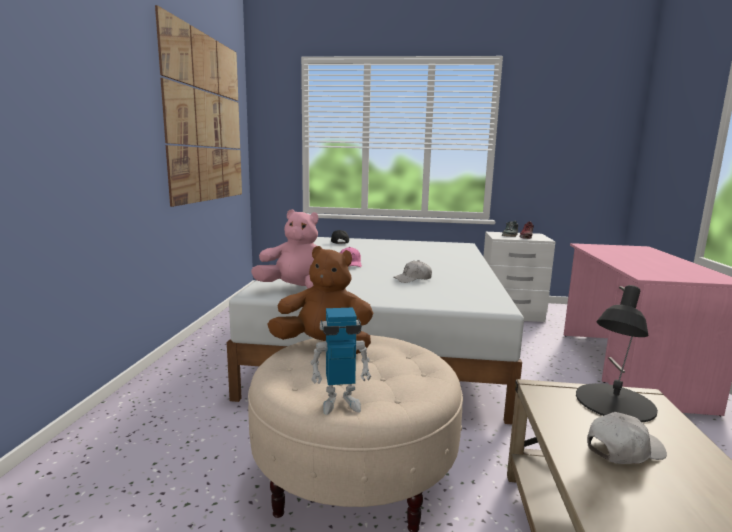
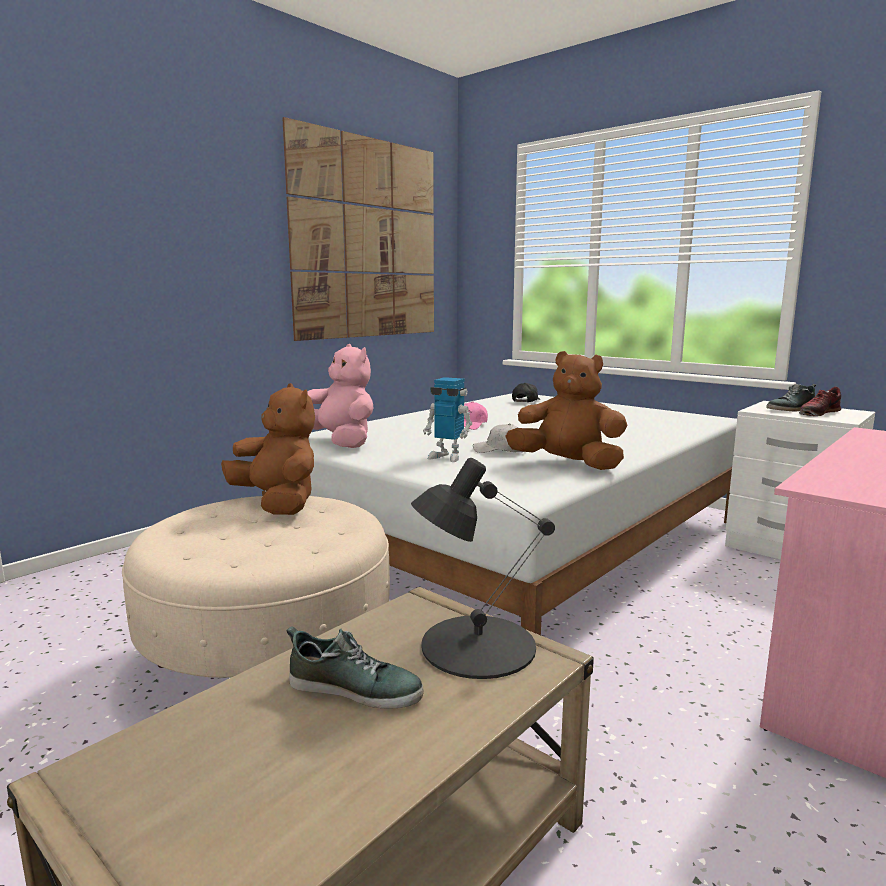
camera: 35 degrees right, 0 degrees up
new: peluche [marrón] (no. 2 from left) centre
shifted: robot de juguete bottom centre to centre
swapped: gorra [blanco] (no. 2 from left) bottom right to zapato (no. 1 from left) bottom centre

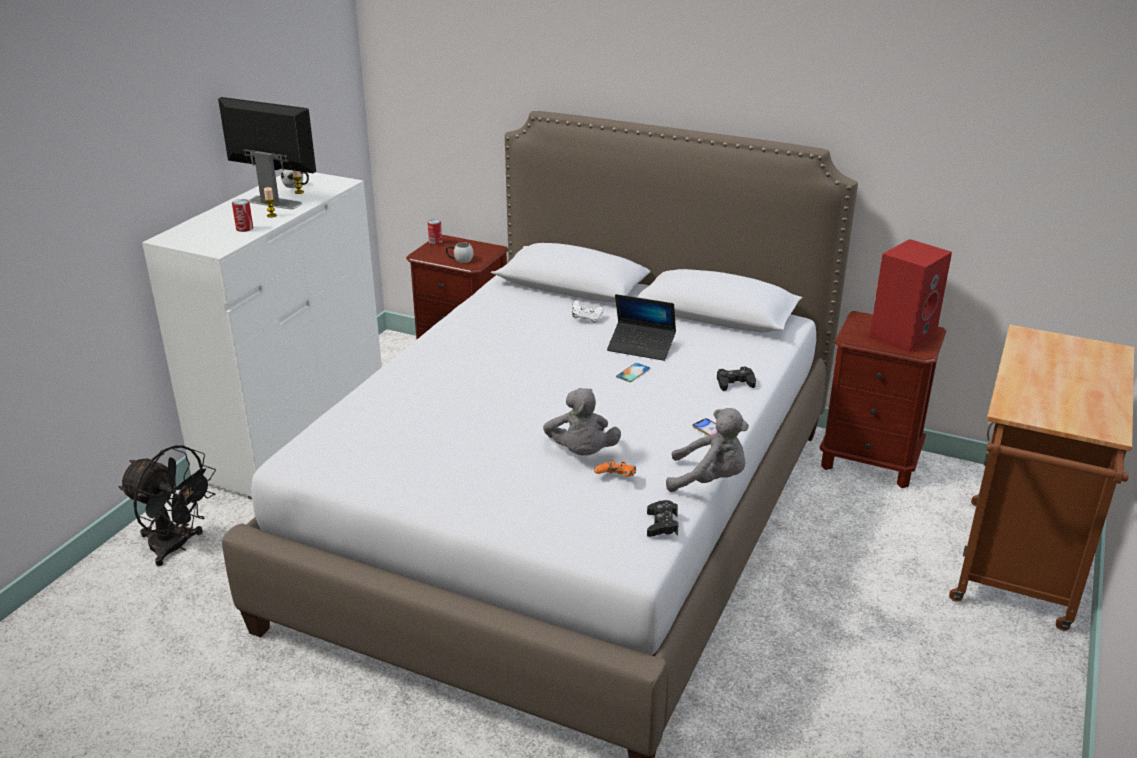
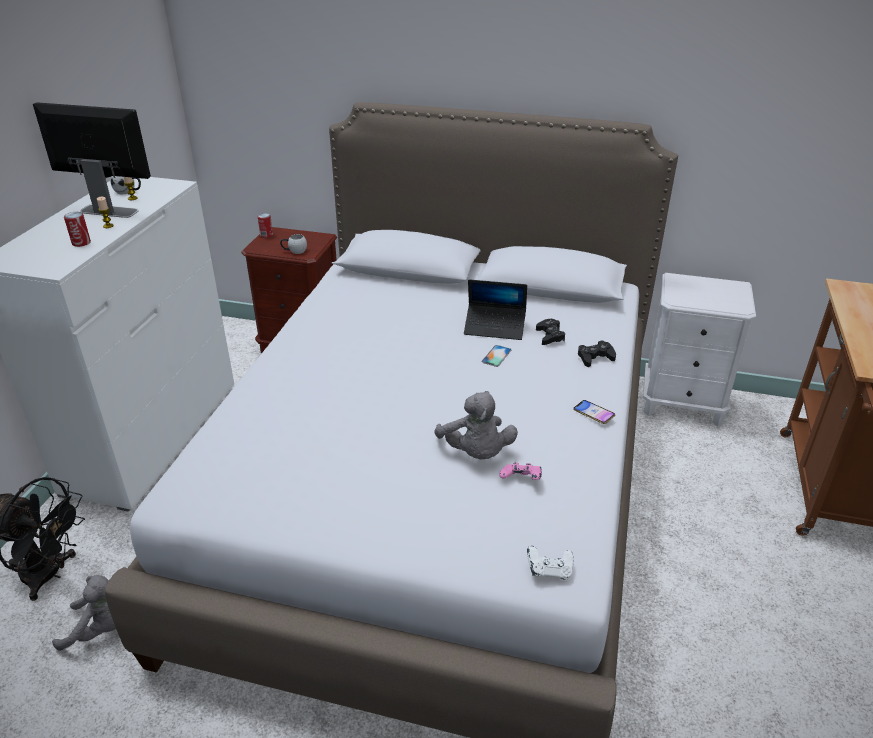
camera: 10 degrees left, 5 degrees up
gone: altavoz [rojo] middle right
shifted: peluche [gris] (no. 2 from left in the first image) centre to peluche [gris] (no. 1 from left) bottom left; mando de consola [blanco] centre to bottom centre; mando de consola [negro] (no. 1 from left) bottom centre to centre
repainted: mando de consola [naranja] centre to mando de consola [rosa] centre; mesita de noche [marrón] (no. 2 from left) middle right to mesita de noche [blanco] middle right

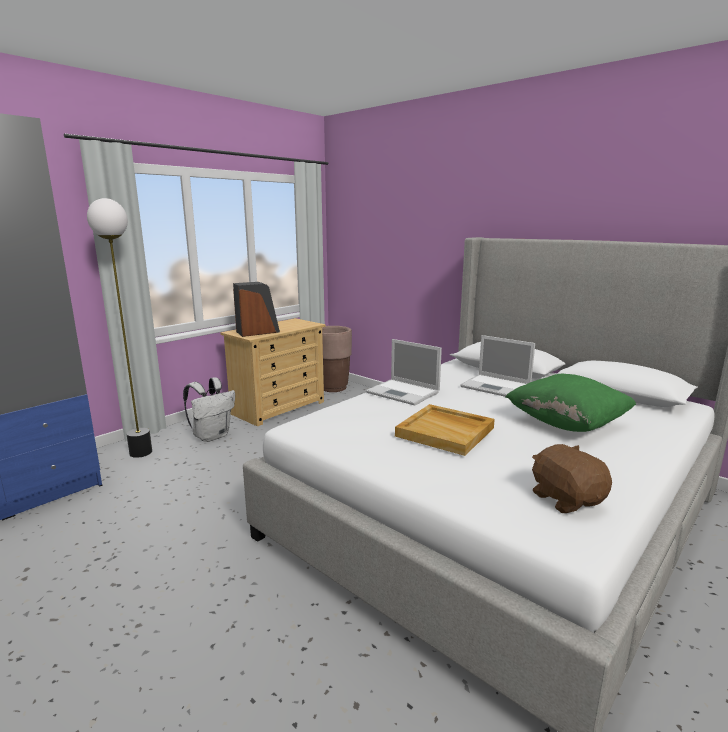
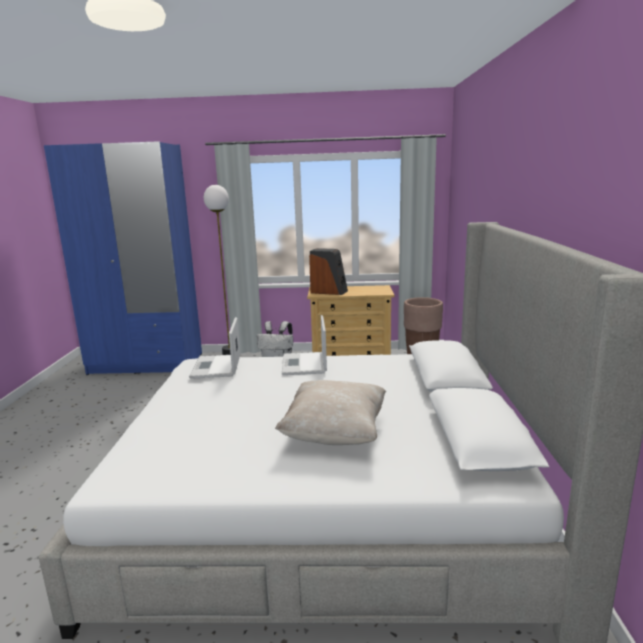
camera: 50 degrees right, 0 degrees up
gone: bandeja [beis] centre; peluche [marrón] middle right
shifted: portátil (no. 2 from left in the first image) middle right to portátil (no. 1 from left) middle left
repainted: cojín [verde] middle right to cojín [beis] centre

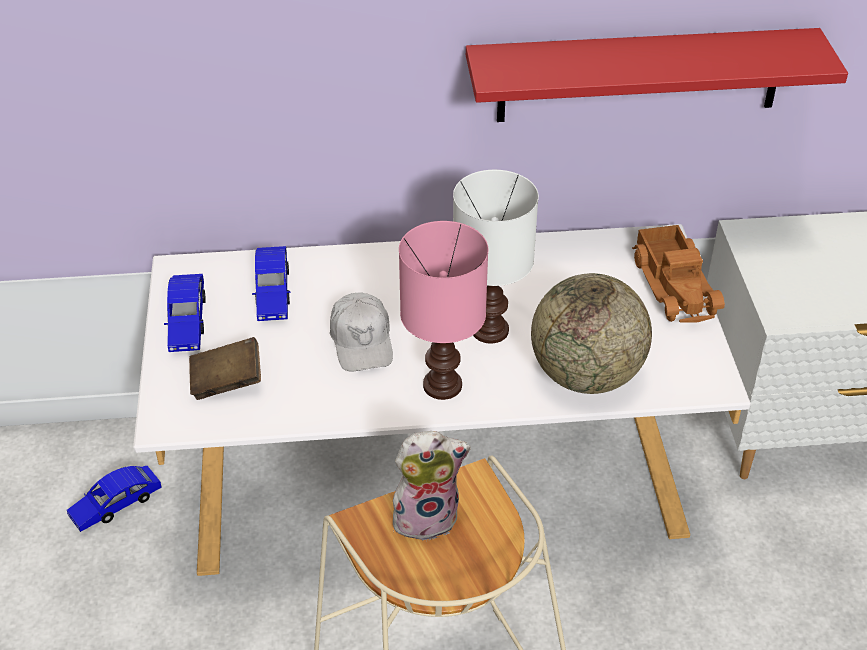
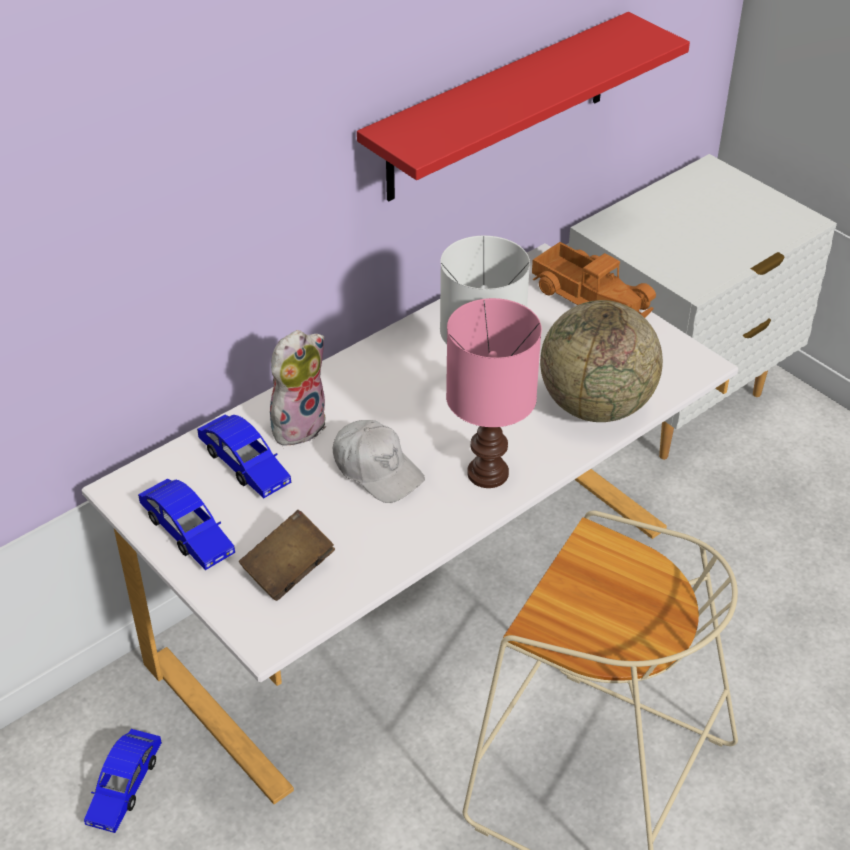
camera: 35 degrees left, 0 degrees up
shifted: peluche bottom centre to centre

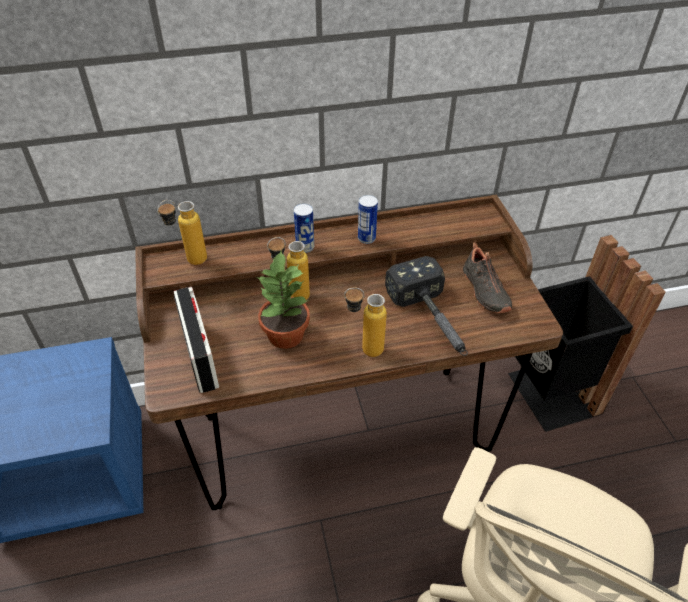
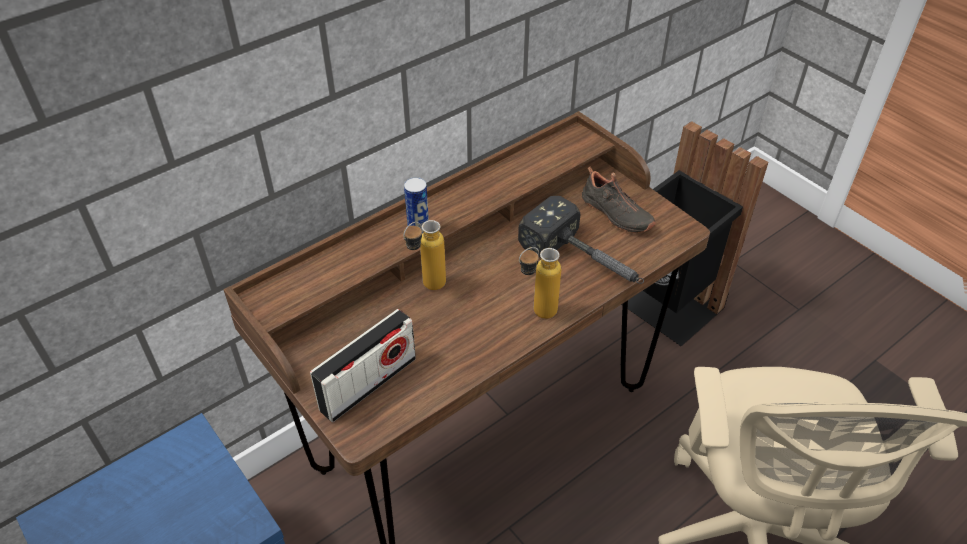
camera: 25 degrees left, 0 degrees up
gone: botella (no. 1 from left) middle left; planta en maceta centre; lata (no. 2 from left) centre
rotated: radio middle left = bottom centre 90 degrees clockwise

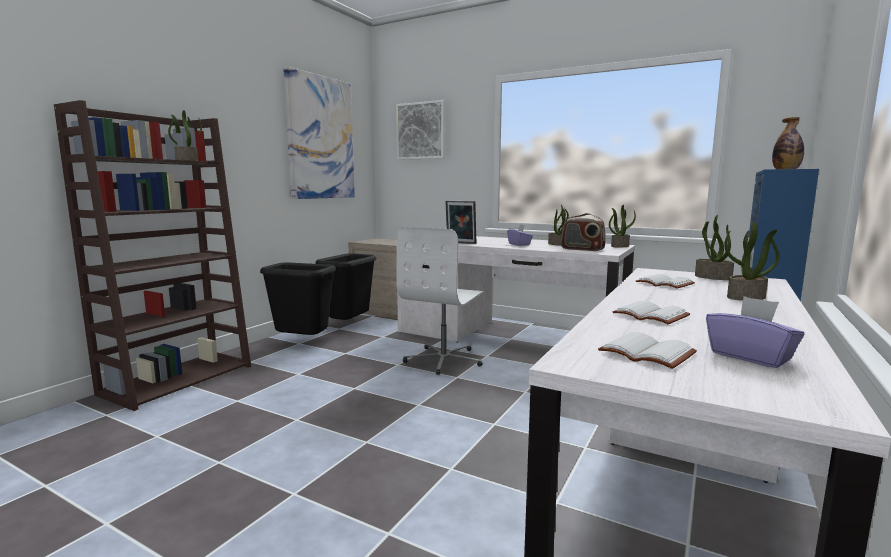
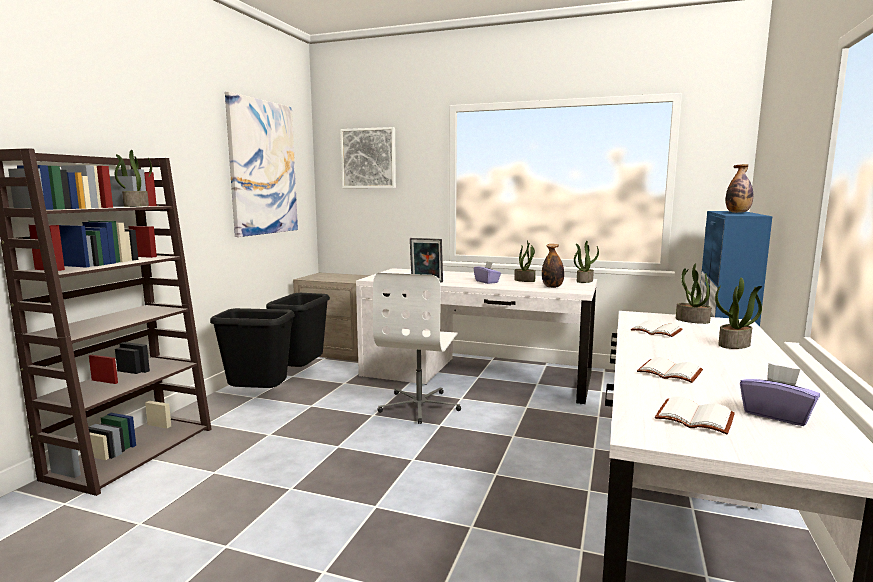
camera: 10 degrees left, 0 degrees up
swapped: radio centre to botella (no. 1 from left) centre

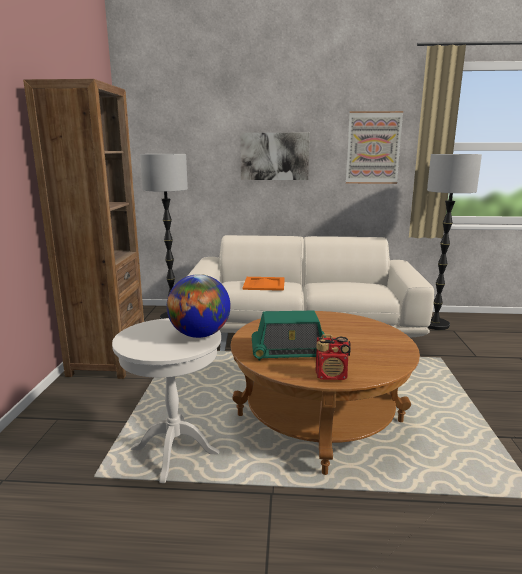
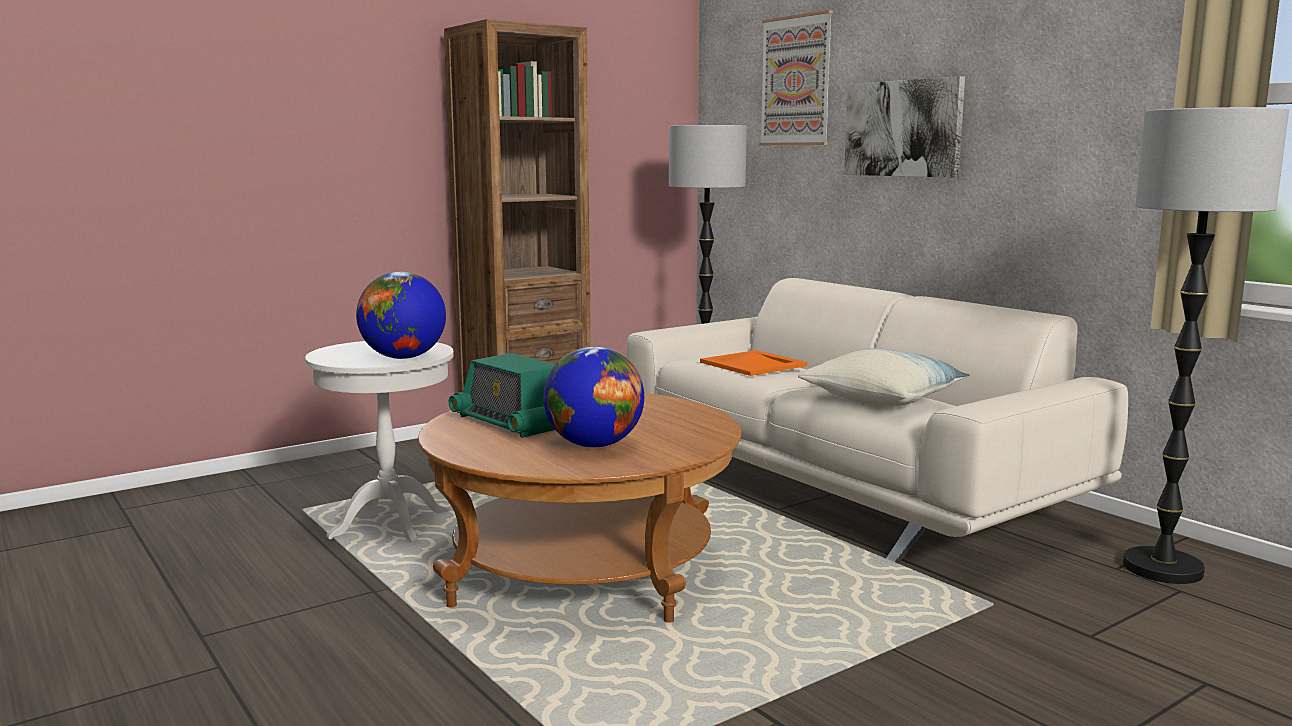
camera: 50 degrees right, 5 degrees down
gone: radio (no. 2 from left) centre
new: globo terráqueo (no. 2 from left) centre; cojín middle right
shifted: cuadro (no. 2 from left in the first image) top right to cuadro (no. 1 from left) top centre

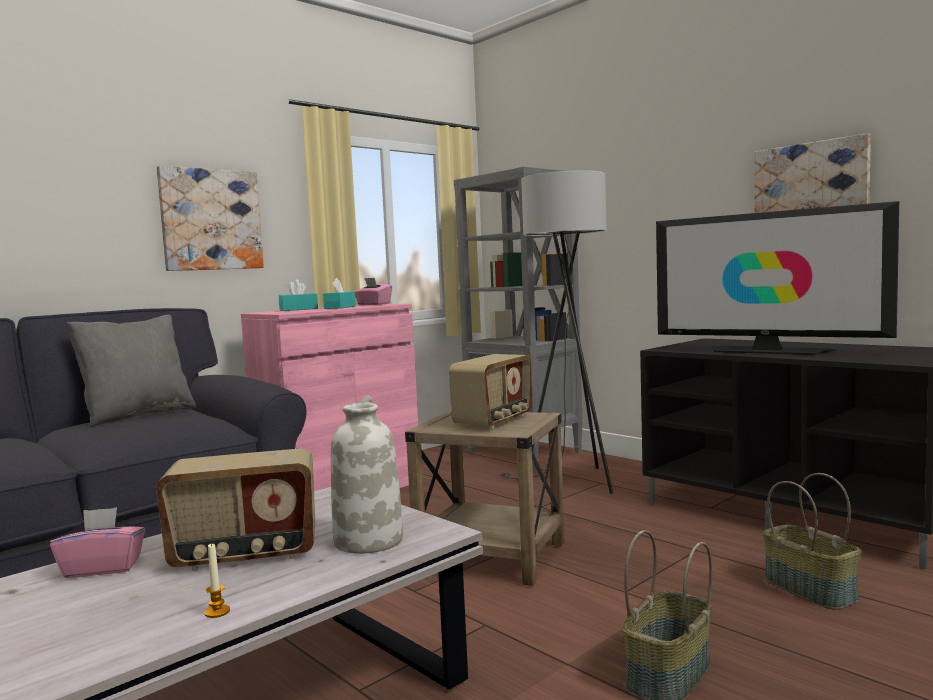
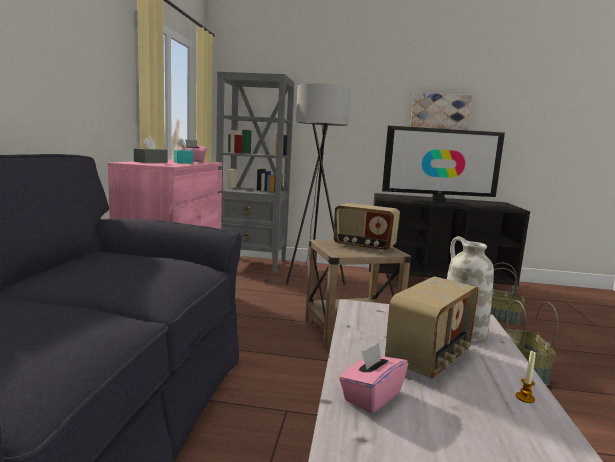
camera: 40 degrees left, 5 degrees up
gone: cojín [gris] middle left; cuadro (no. 1 from left) top left
repainted: caja de pañuelos [turquesa] (no. 1 from left) middle left to caja de pañuelos [gris] top left
rotated: radio (no. 2 from left in the first image) centre = centre 120 degrees clockwise

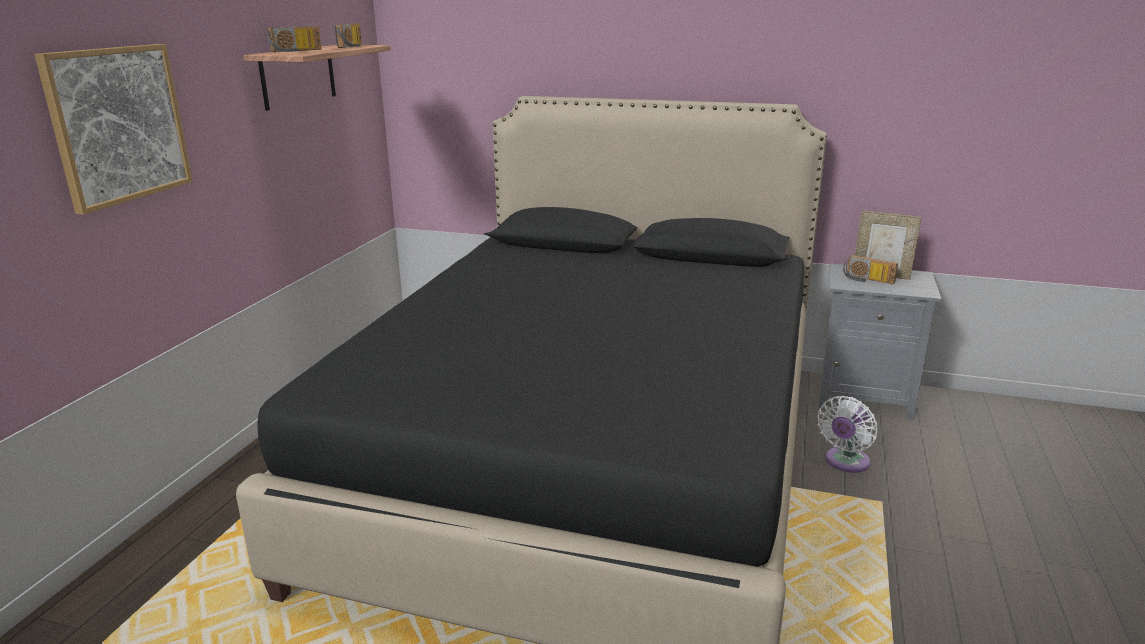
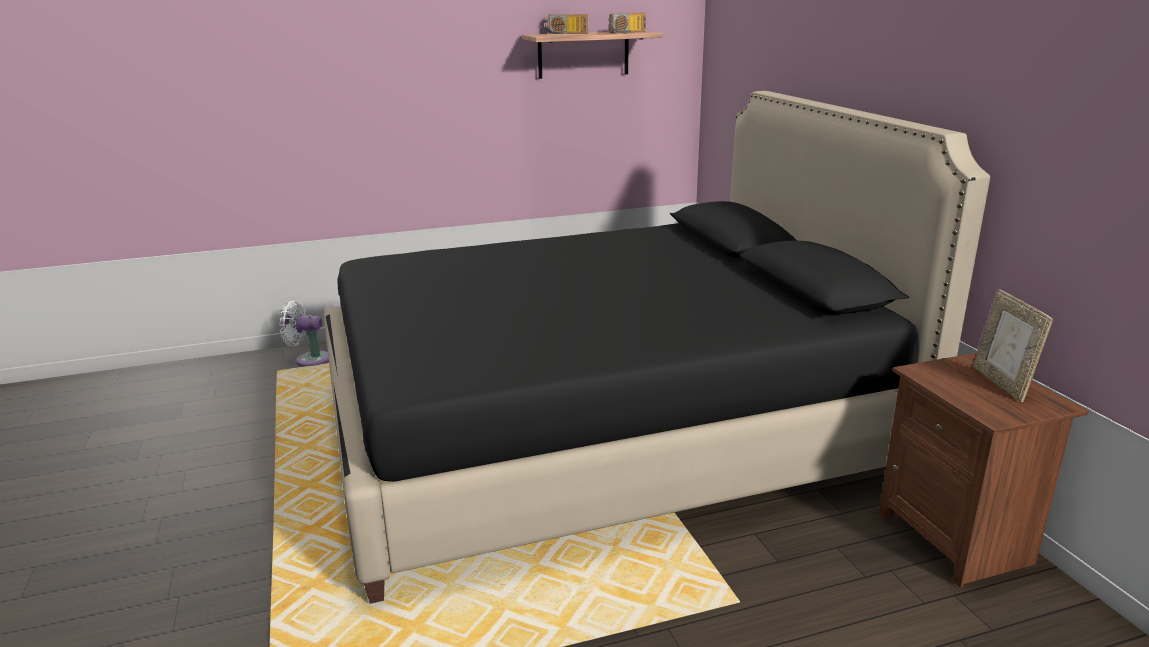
camera: 55 degrees right, 0 degrees up
gone: cuadro top left; radio (no. 3 from left) middle right
shifted: ventilador [blanco] bottom right to middle left
repainted: mesita de noche [gris] middle right to mesita de noche [marrón] bottom right

